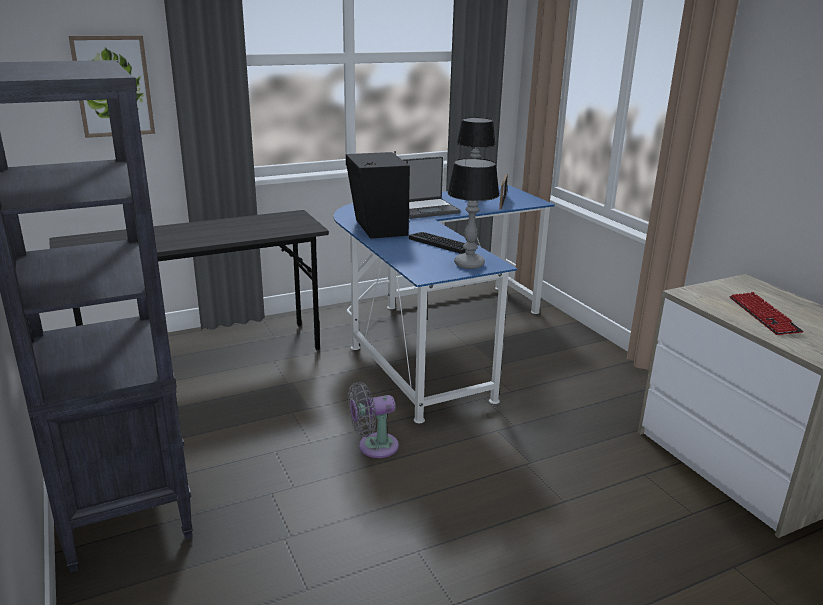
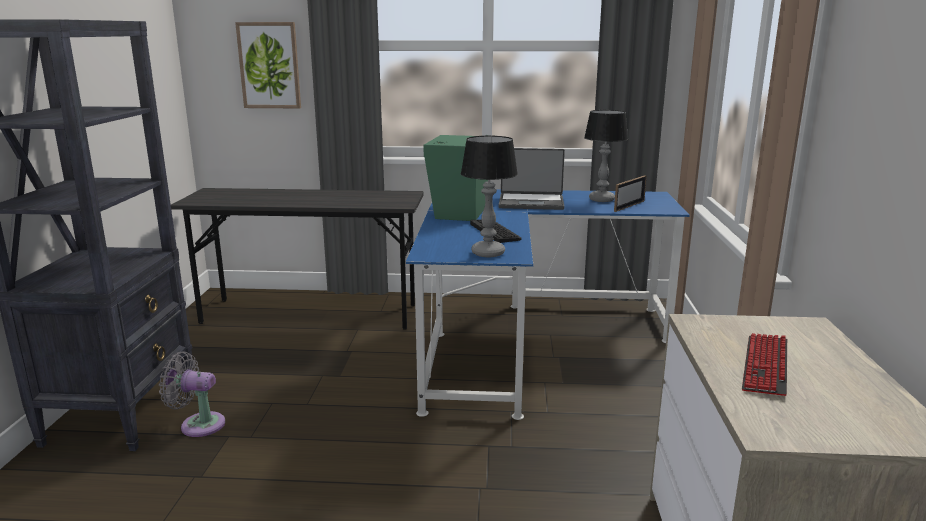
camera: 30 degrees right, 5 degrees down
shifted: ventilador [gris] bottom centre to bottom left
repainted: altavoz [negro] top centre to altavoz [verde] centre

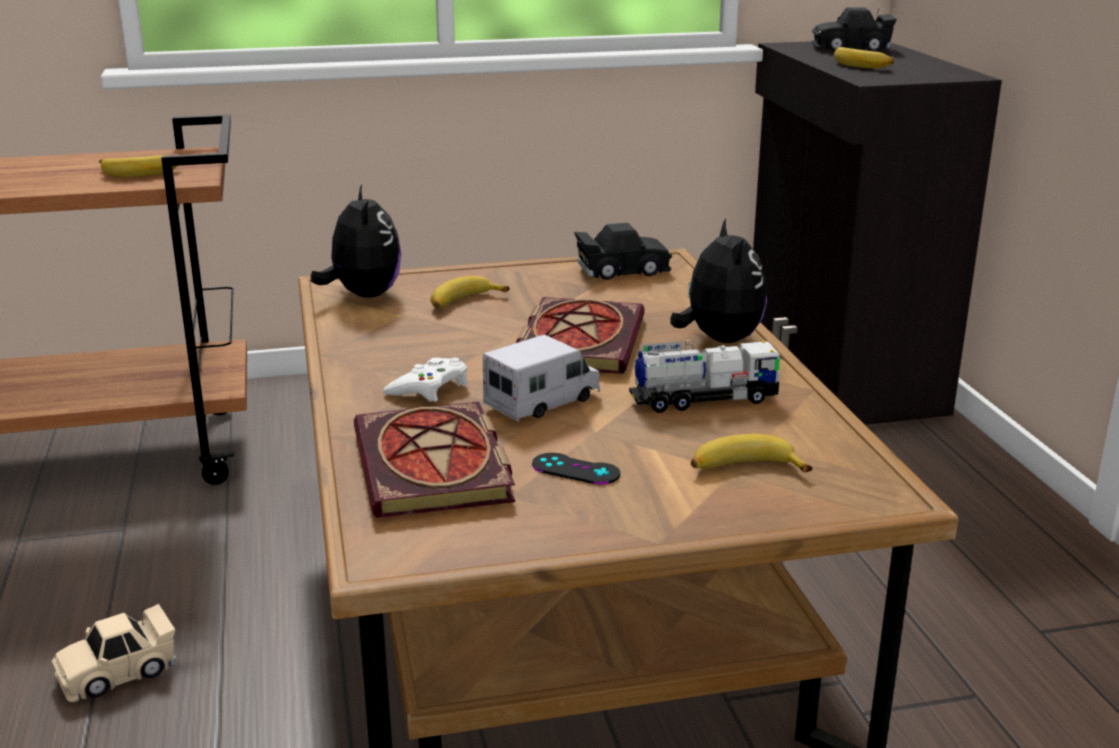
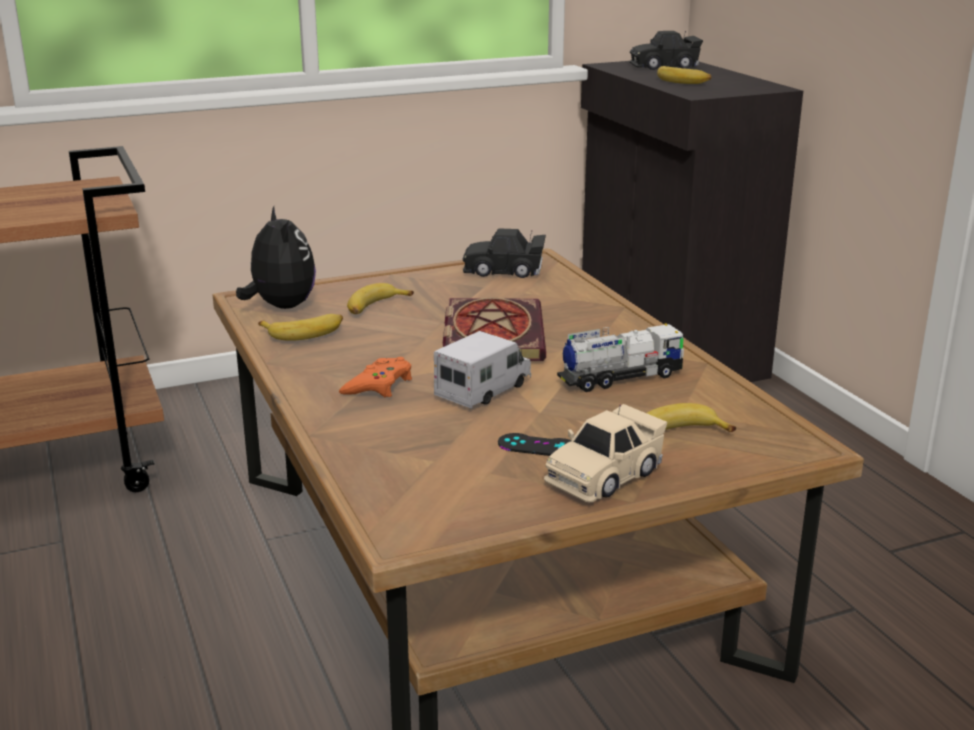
camera: 10 degrees left, 0 degrees up
gone: libro (no. 1 from left) centre; peluche (no. 2 from left) centre
shifted: plátano (no. 1 from left) top left to middle left; coche de juguete [beis] bottom left to centre
repainted: mando de consola [blanco] centre to mando de consola [naranja] centre
rotated: coche de juguete [negro] (no. 1 from left) centre = centre 150 degrees counterclockwise

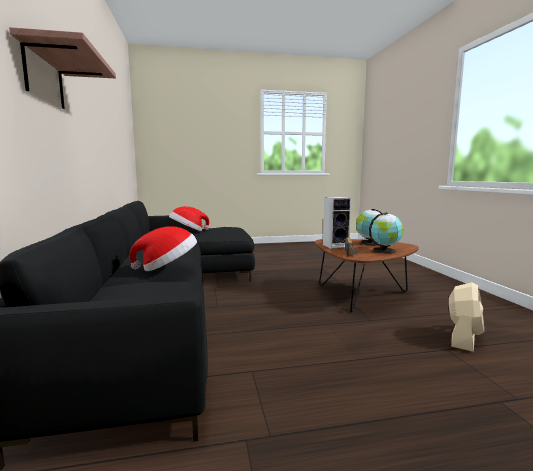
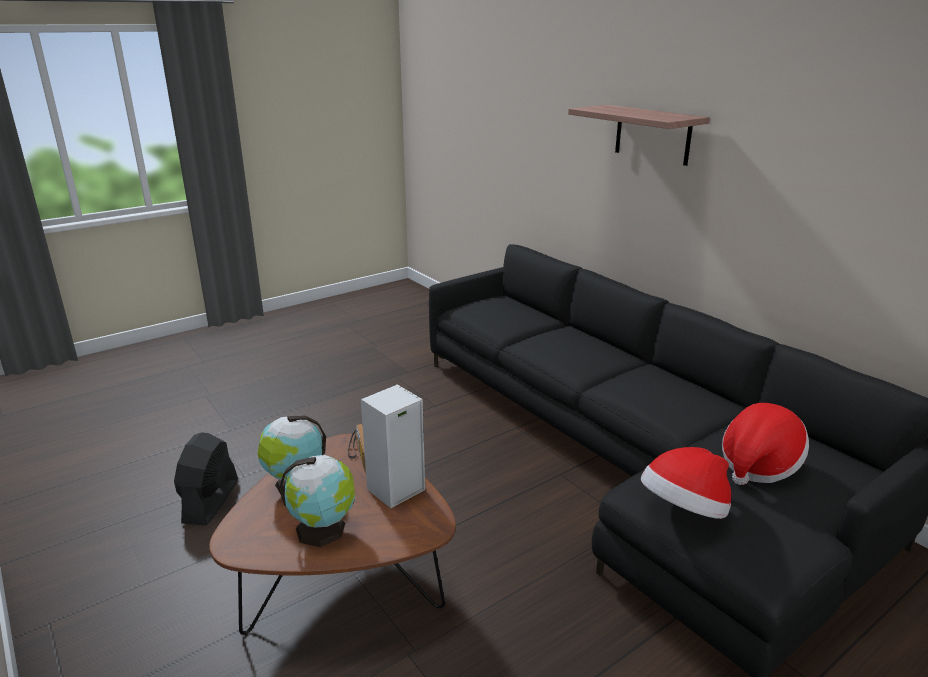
camera: 155 degrees right, 15 degrees up
shifted: sombrero (no. 1 from left) middle left to bottom right
repainted: ventilador [beis] bottom right to ventilador [negro] bottom left

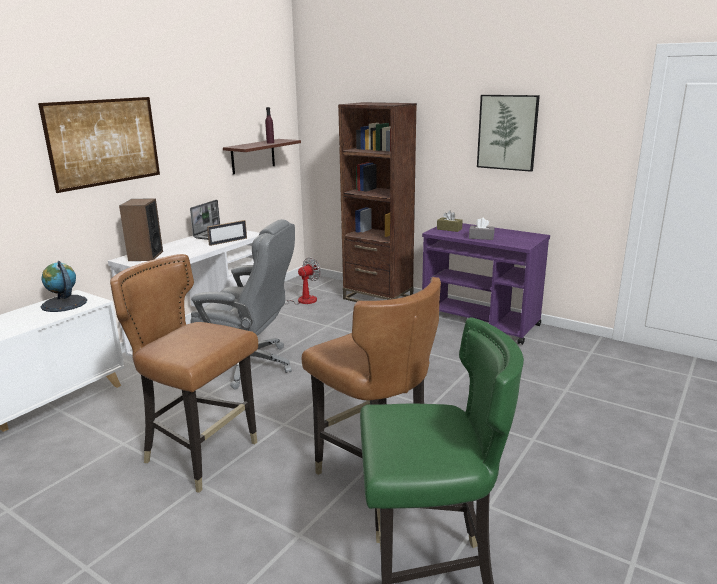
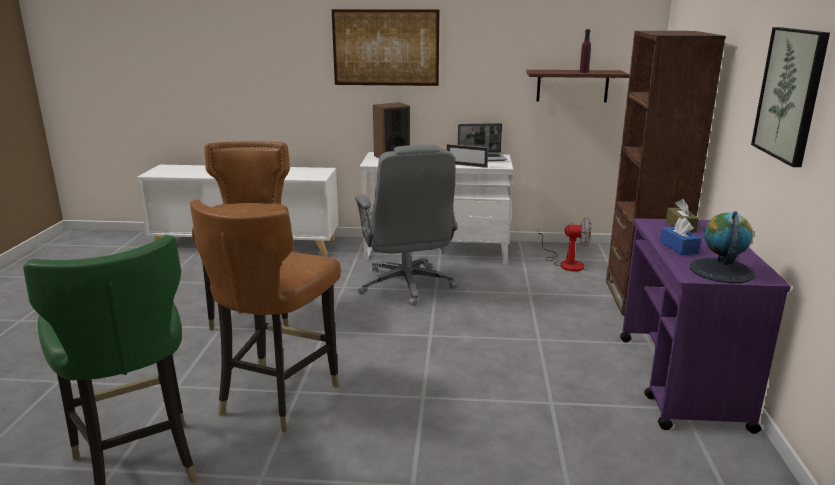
camera: 60 degrees right, 0 degrees up
shifted: globo terráqueo middle left to middle right
repainted: caja de pañuelos [gris] middle right to caja de pañuelos [azul] middle right

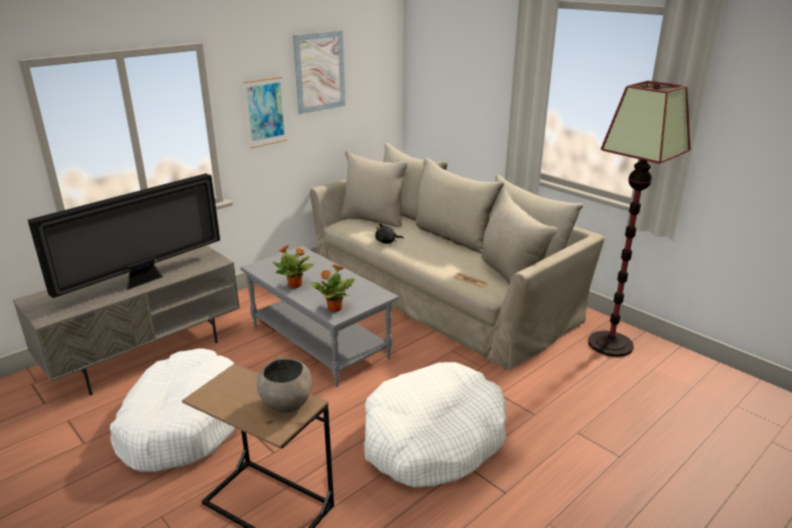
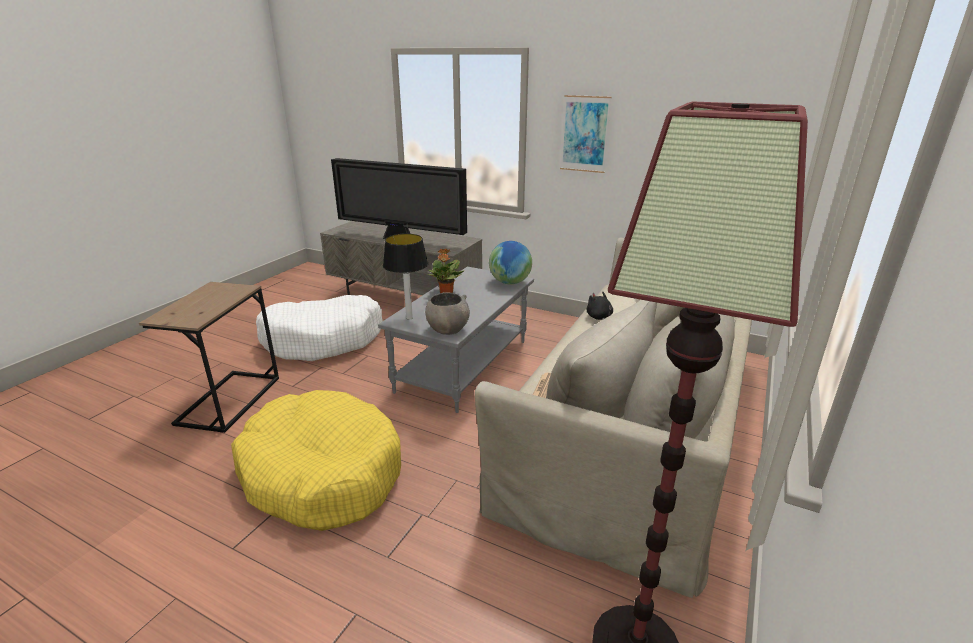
camera: 70 degrees right, 0 degrees up
gone: cuadro (no. 2 from left) top centre
new: globo terráqueo centre
shifted: cuenco [gris] bottom centre to centre
swapped: planta en maceta (no. 2 from left) centre to lámpara de mesa centre
repainted: cama para perro [blanco] (no. 2 from left) bottom centre to cama para perro [amarillo] bottom left

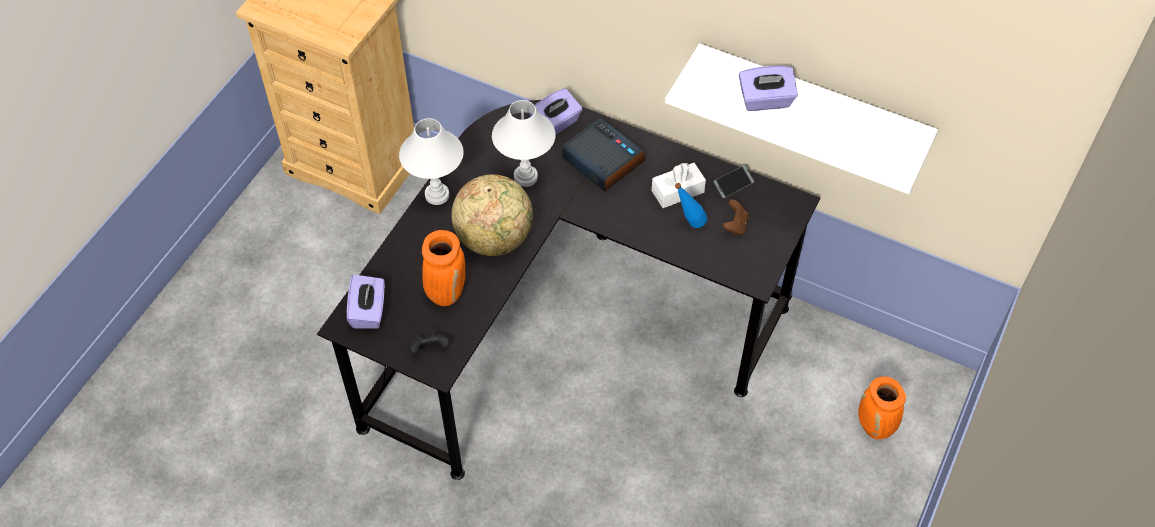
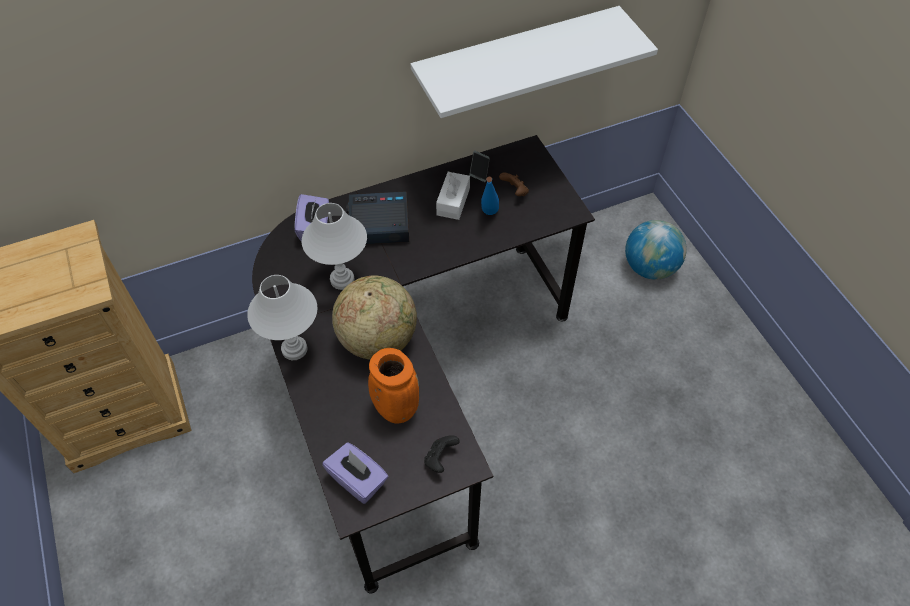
camera: 50 degrees left, 0 degrees up
gone: caja de pañuelos [morado] (no. 3 from left) top centre
swapped: florero [naranja] (no. 2 from left) bottom right to globo terráqueo (no. 2 from left) middle right

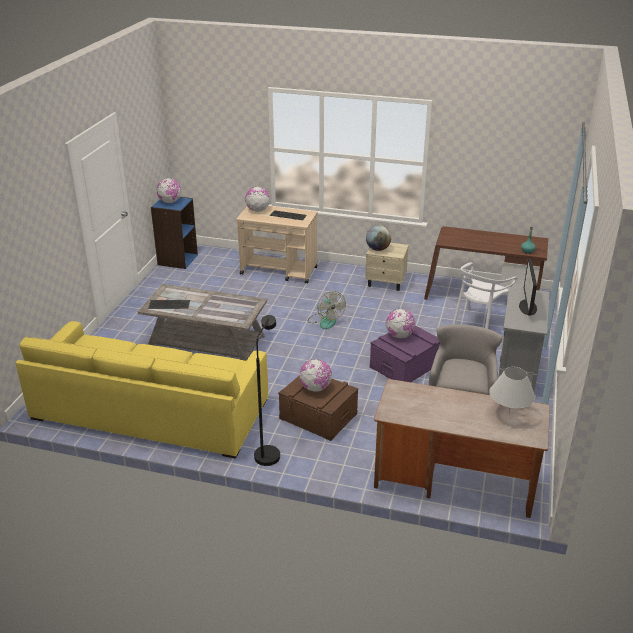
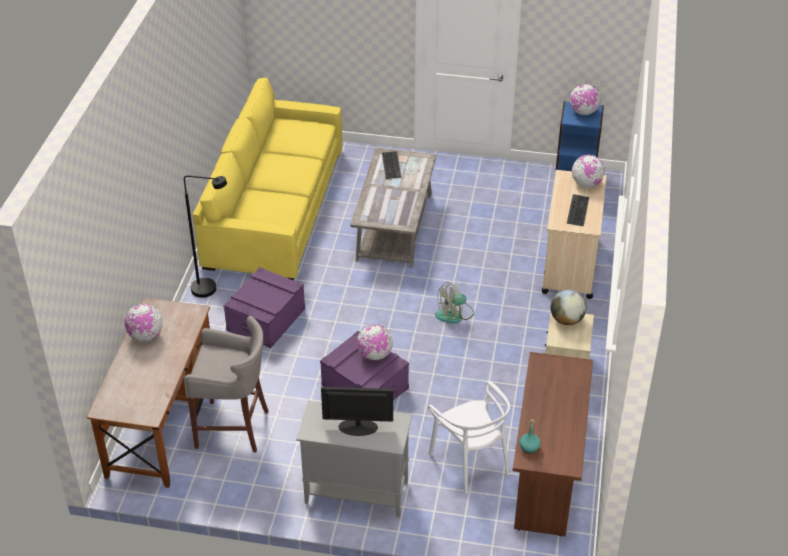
camera: 85 degrees right, 10 degrees up
gone: lámpara de mesa [blanco] middle right
shifted: globo terráqueo (no. 3 from left in the first image) centre to globo terráqueo (no. 1 from left) middle left
repainted: caja de almacenaje [marrón] centre to caja de almacenaje [morado] (no. 1 from left) centre
rotated: silla [blanco] middle right = bottom centre 150 degrees counterclockwise

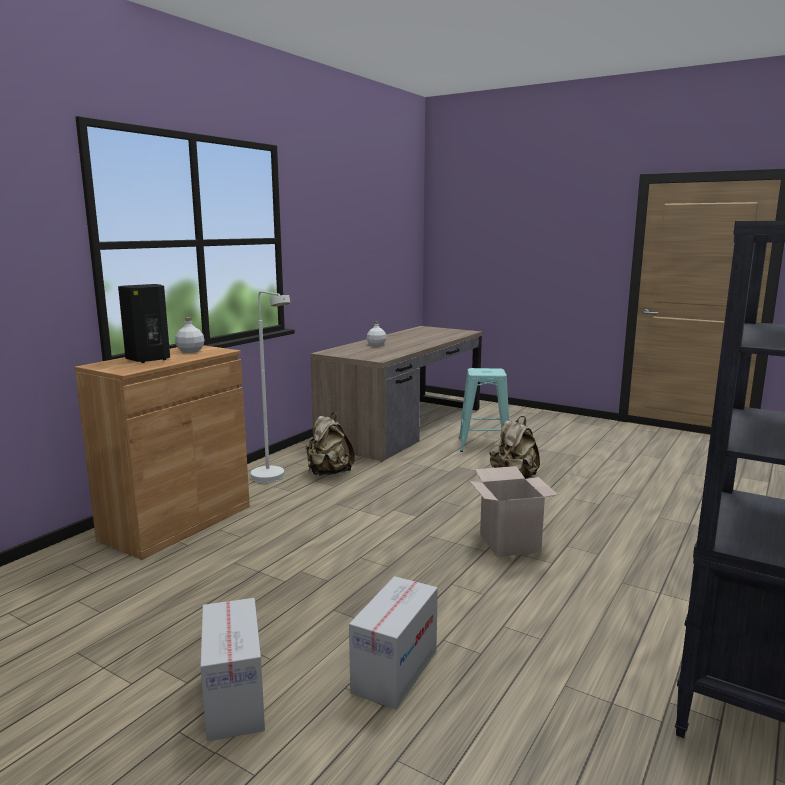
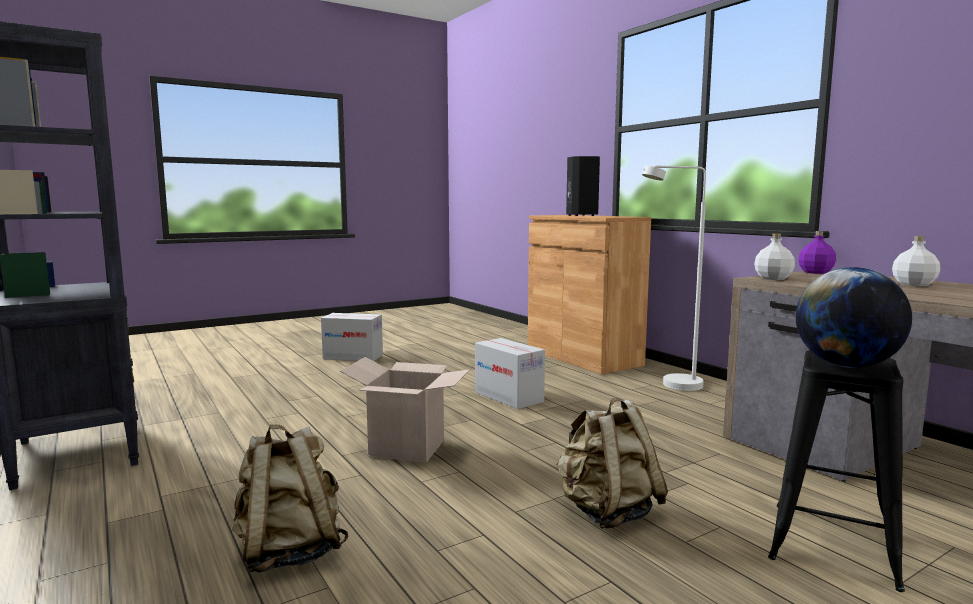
camera: 115 degrees right, 5 degrees down
new: globo terráqueo middle right; botella [morado] middle right
shifted: mochila [beis] (no. 1 from left) centre to bottom left; caja de cartón (no. 2 from left in the first image) bottom centre to caja de cartón (no. 3 from left) centre; botella [blanco] (no. 1 from left) middle left to middle right
repainted: taburete [turquesa] centre to taburete [negro] bottom right

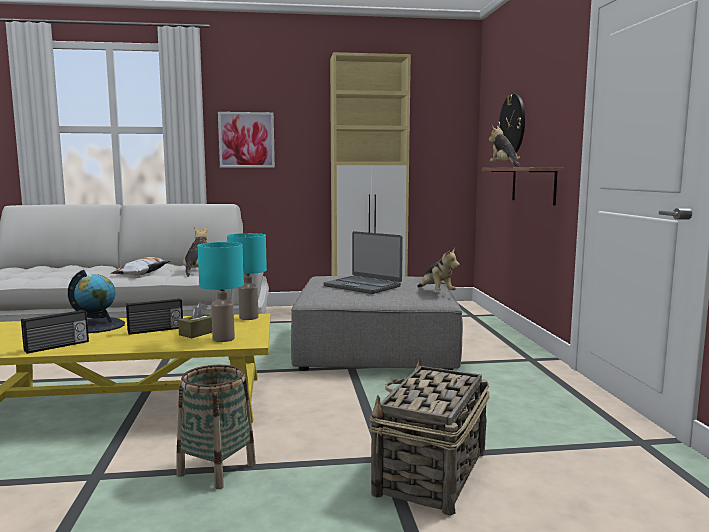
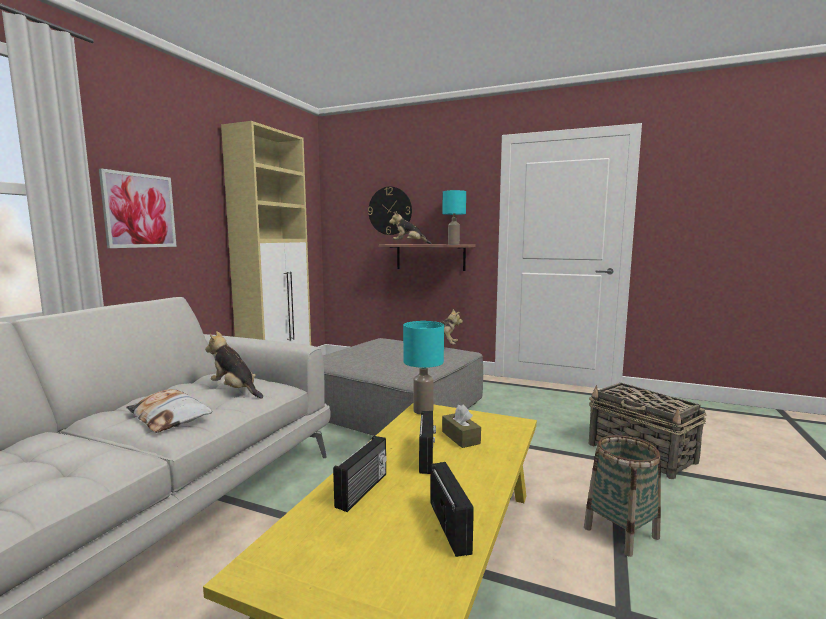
camera: 60 degrees left, 0 degrees up
gone: portátil centre
shifted: lámpara de mesa [turquesa] (no. 1 from left in the first image) middle left to lámpara de mesa [turquesa] (no. 2 from left) centre
swapped: globo terráqueo middle left to radio (no. 1 from left) bottom centre

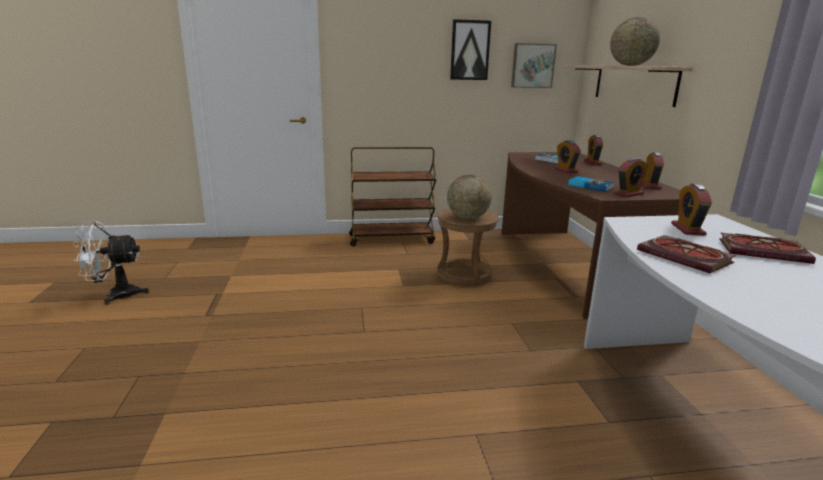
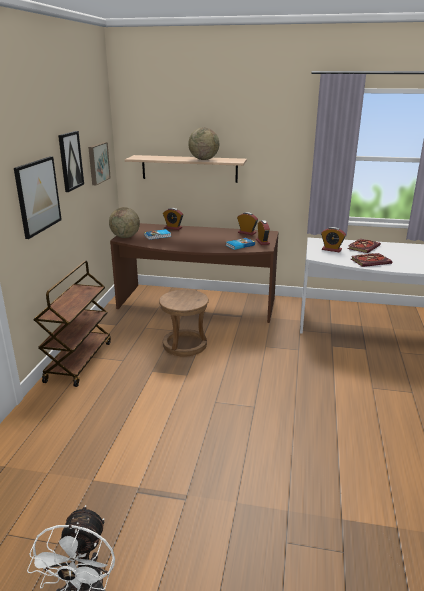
camera: 70 degrees left, 5 degrees up
gone: despertador (no. 1 from left) top right
new: cuadro (no. 1 from left) middle left
shifted: globo terráqueo (no. 1 from left) centre to middle left

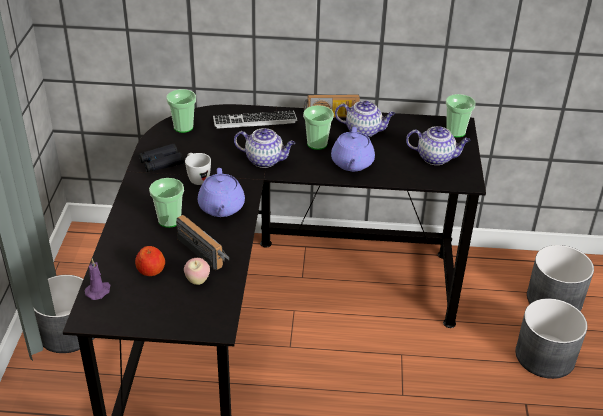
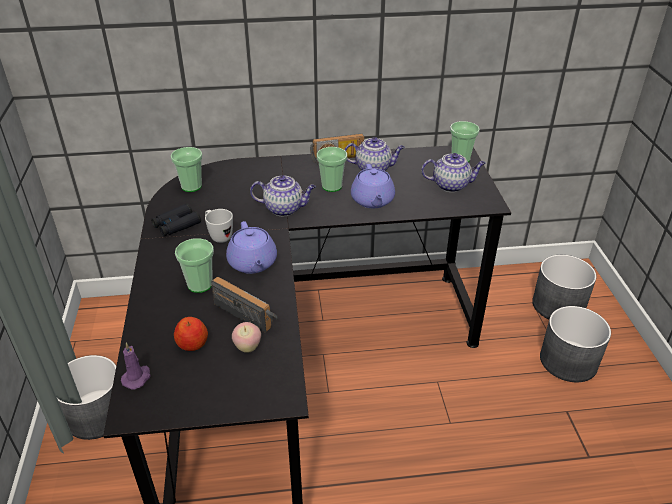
camera: 10 degrees left, 0 degrees up
gone: teclado top centre

